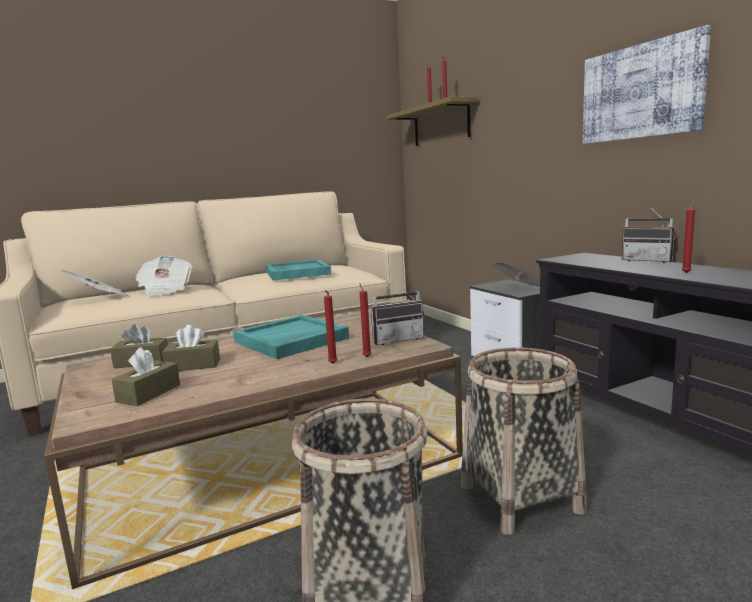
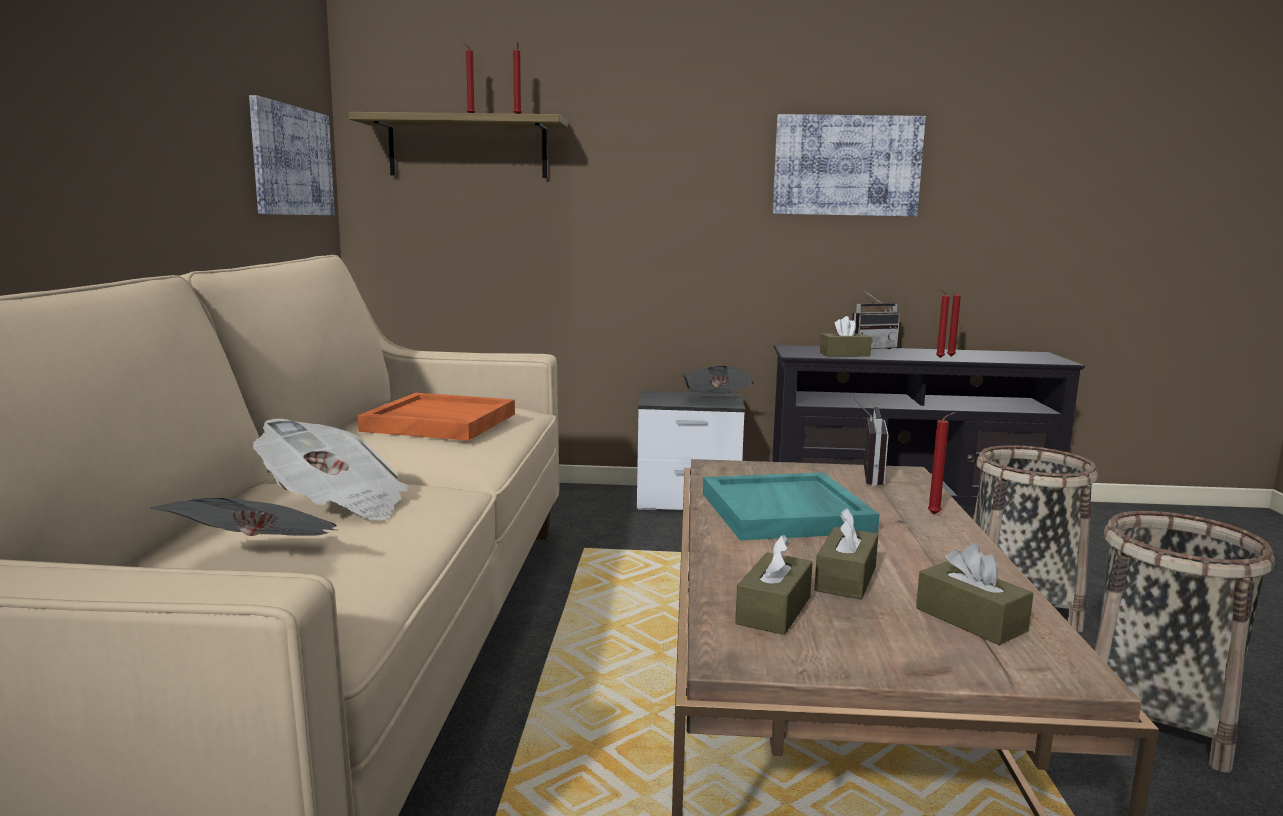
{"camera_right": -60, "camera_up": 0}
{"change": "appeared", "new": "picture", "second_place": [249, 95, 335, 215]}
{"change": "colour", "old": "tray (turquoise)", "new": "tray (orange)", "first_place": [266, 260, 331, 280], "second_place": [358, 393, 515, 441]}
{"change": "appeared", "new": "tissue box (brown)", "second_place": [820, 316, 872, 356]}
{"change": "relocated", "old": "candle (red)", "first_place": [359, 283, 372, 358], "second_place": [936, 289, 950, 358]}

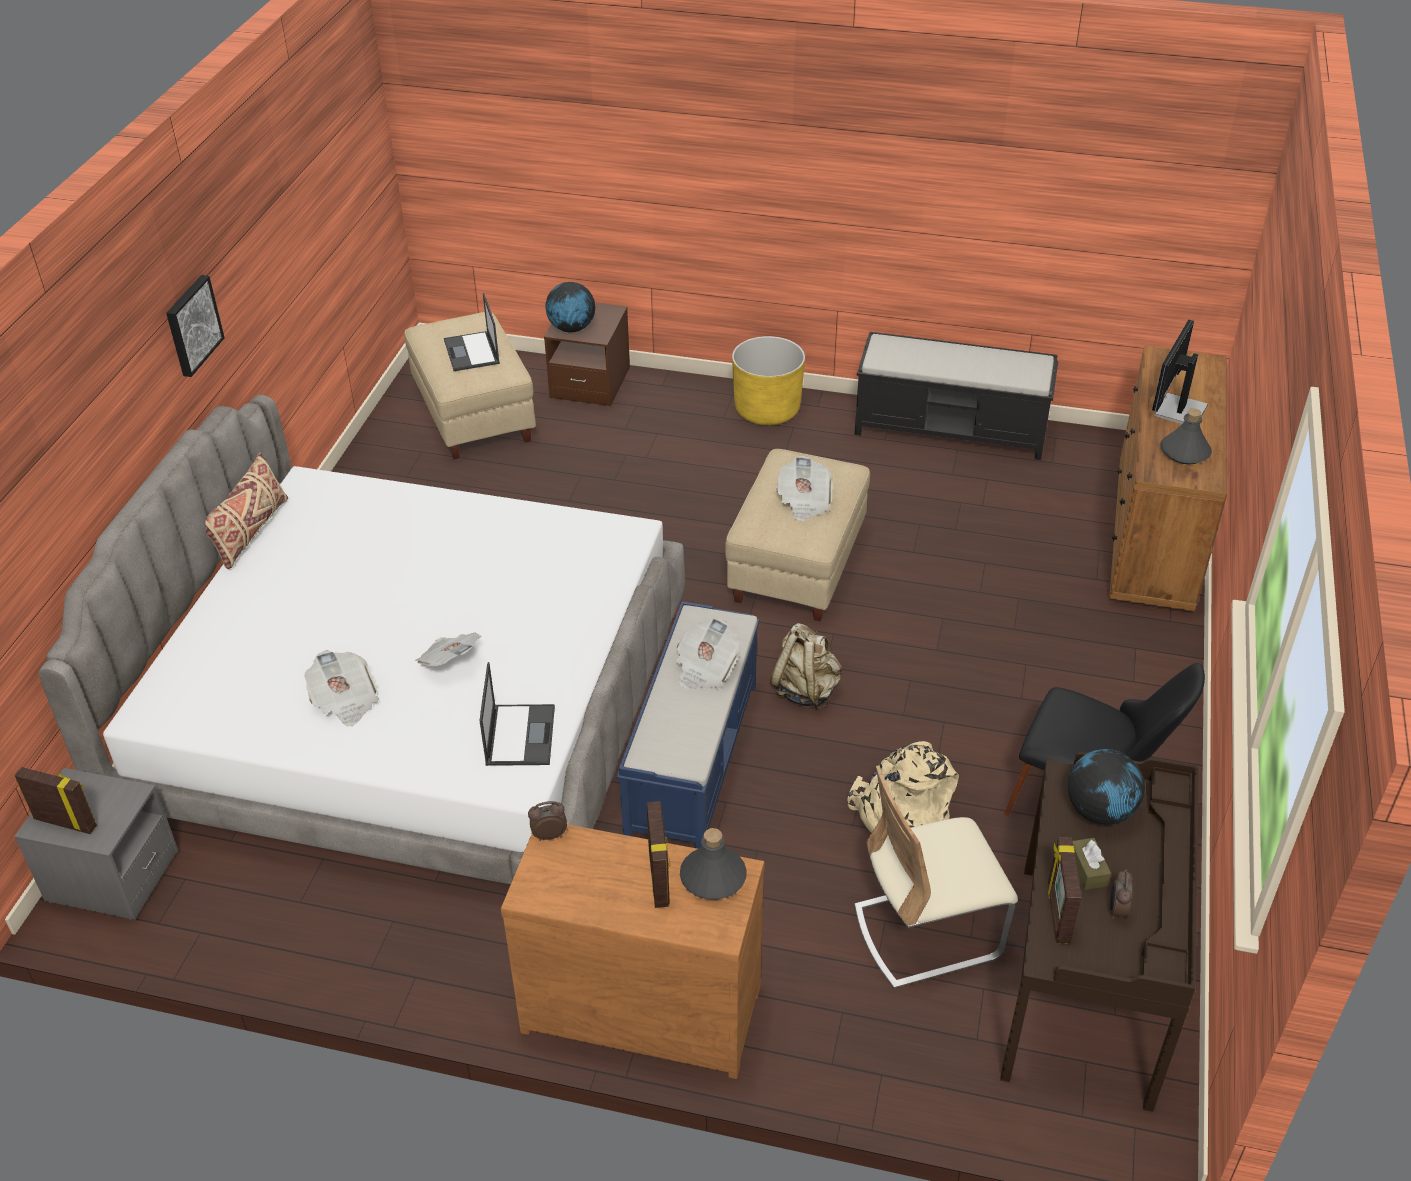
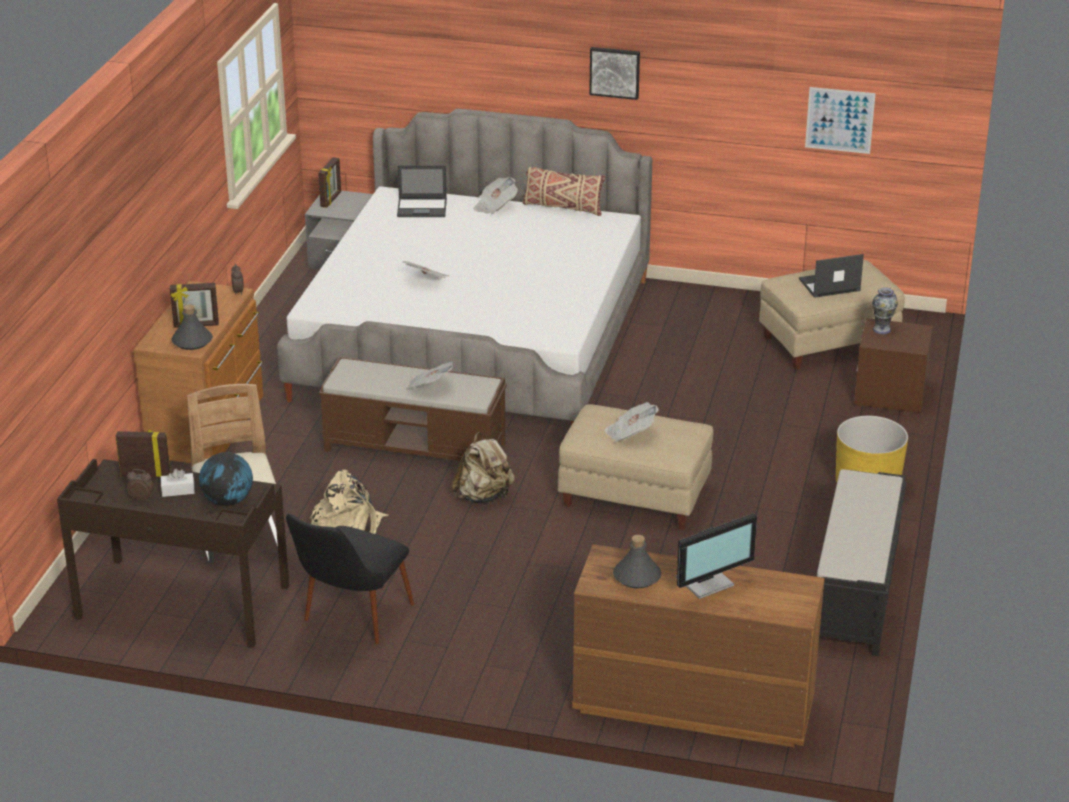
{"camera_right": 90, "camera_up": -10}
{"change": "colour", "old": "tissue box (brown)", "new": "tissue box (white)", "first_place": [1073, 838, 1111, 890], "second_place": [161, 469, 195, 497]}
{"change": "colour", "old": "bench (blue)", "new": "bench (brown)", "first_place": [617, 601, 759, 849], "second_place": [319, 357, 507, 461]}
{"change": "relocated", "old": "laptop", "first_place": [479, 662, 555, 766], "second_place": [397, 166, 447, 217]}
{"change": "relocated", "old": "newspaper", "first_place": [304, 650, 379, 726], "second_place": [473, 177, 518, 214]}
{"change": "spun", "old": "monitor", "first_place": [1152, 319, 1208, 424], "second_place": [676, 513, 757, 599], "degrees": 120}
{"change": "appeared", "new": "picture", "second_place": [805, 87, 876, 154]}
{"change": "exchanged", "old": "globe", "new": "vase", "first_place": [545, 282, 595, 332], "second_place": [872, 287, 898, 334]}

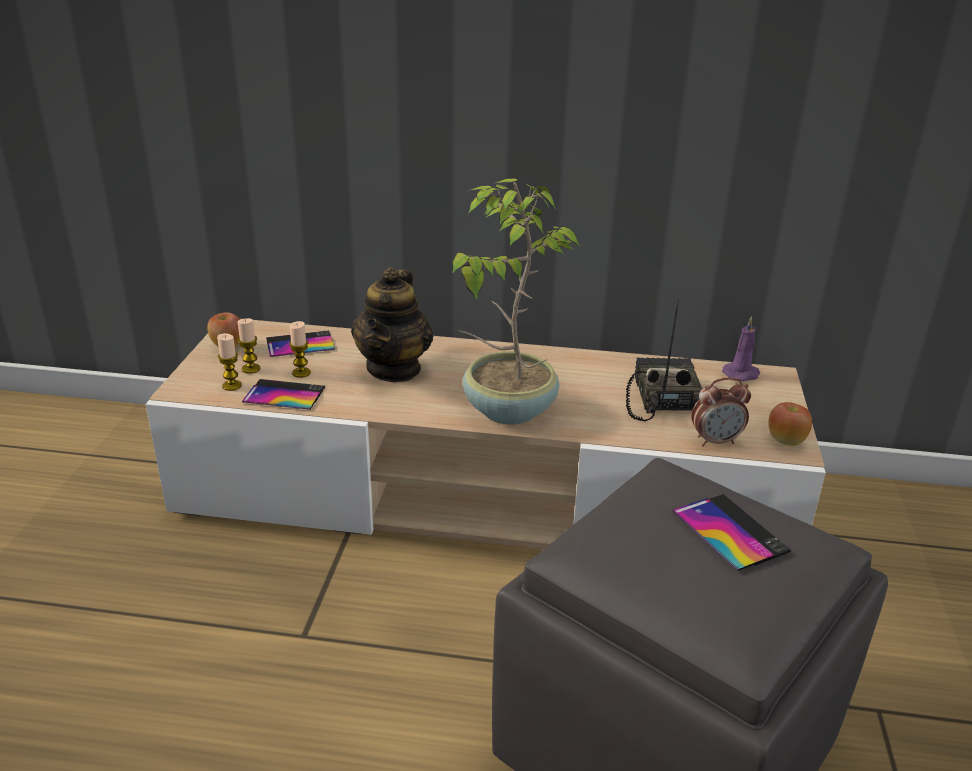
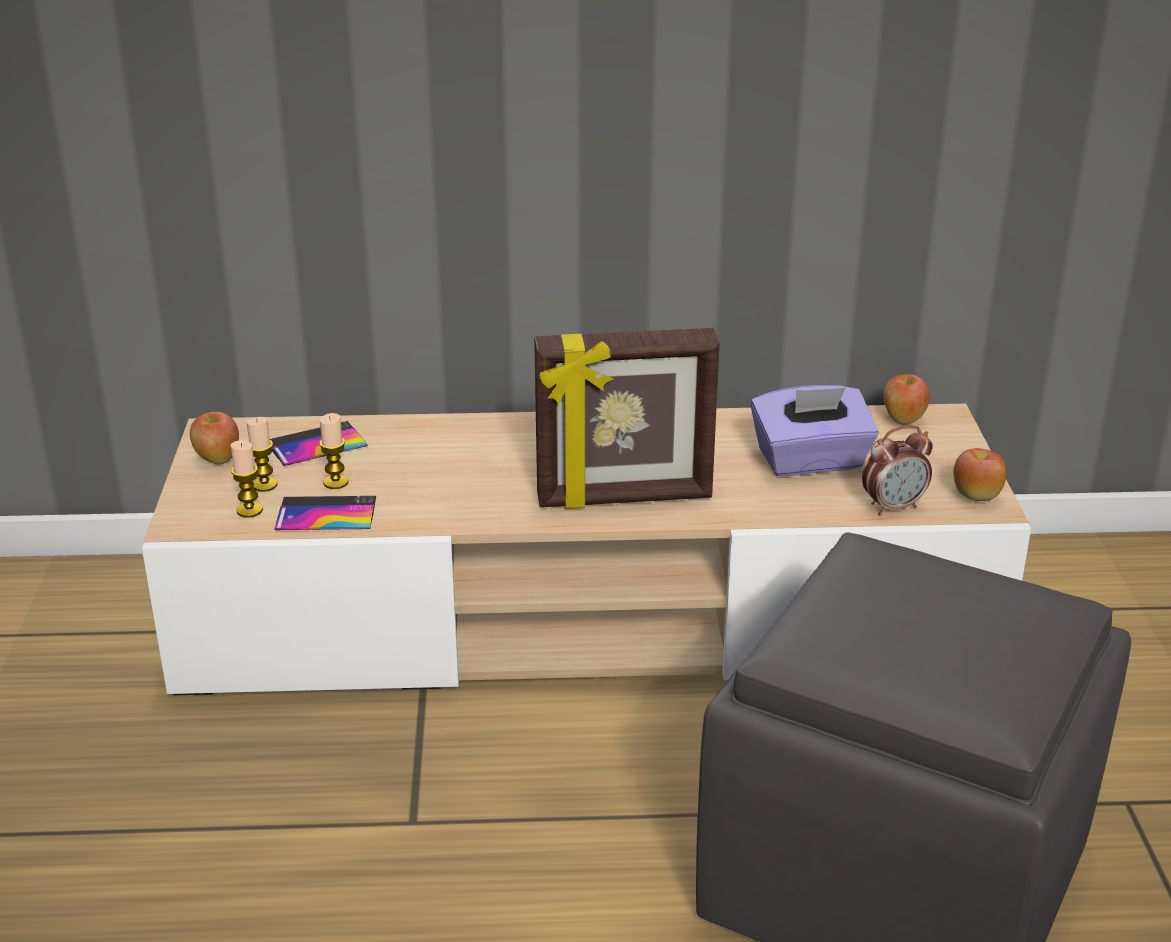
{"camera_right": -10, "camera_up": 0}
{"change": "exchanged", "old": "potted plant", "new": "picture frame", "first_place": [452, 178, 580, 425], "second_place": [534, 328, 720, 509]}
{"change": "exchanged", "old": "radio", "new": "tissue box (purple)", "first_place": [626, 299, 703, 421], "second_place": [751, 385, 878, 476]}
{"change": "exchanged", "old": "candle (purple)", "new": "apple", "first_place": [722, 316, 760, 381], "second_place": [884, 374, 930, 425]}
{"change": "missing", "old": "teapot", "first_place": [351, 267, 433, 382]}
{"change": "missing", "old": "phone", "first_place": [673, 494, 791, 571]}

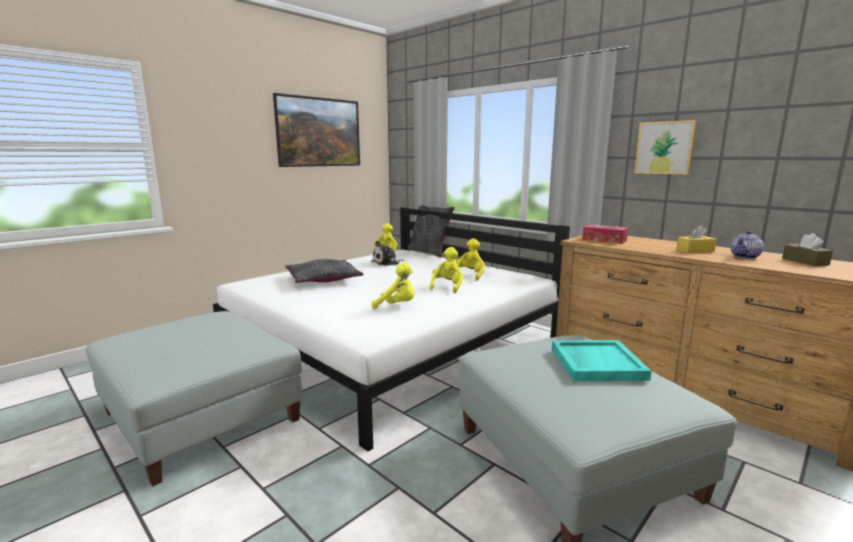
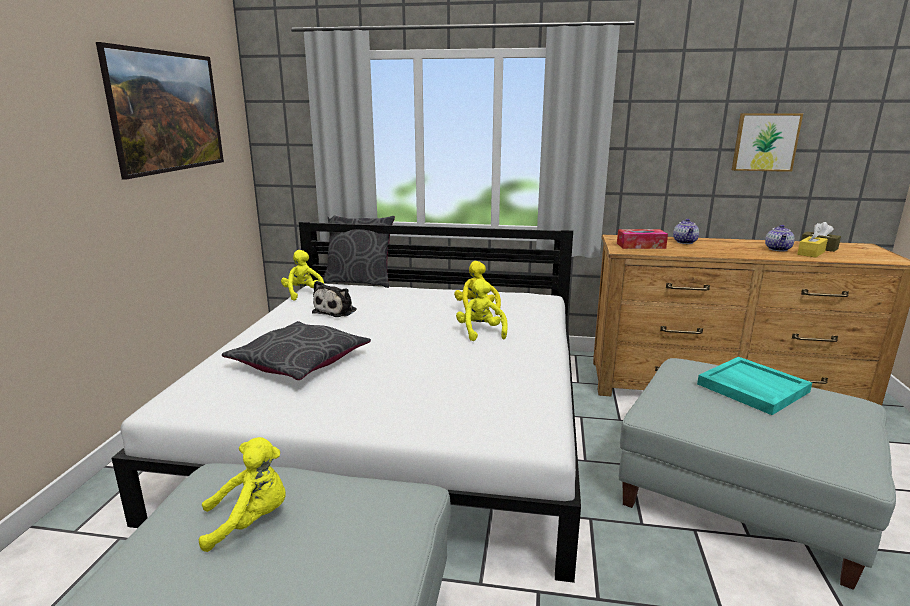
{"camera_right": -35, "camera_up": 5}
{"change": "relocated", "old": "plush toy (yellow)", "first_place": [372, 263, 414, 309], "second_place": [199, 437, 286, 552]}
{"change": "appeared", "new": "teapot", "second_place": [673, 219, 699, 244]}
{"change": "relocated", "old": "picture", "first_place": [634, 120, 697, 175], "second_place": [732, 113, 803, 172]}
{"change": "relocated", "old": "tissue box (yellow)", "first_place": [676, 225, 717, 253], "second_place": [797, 227, 828, 258]}

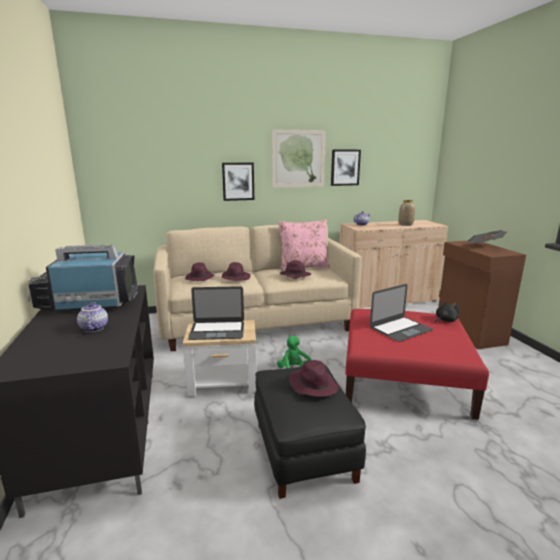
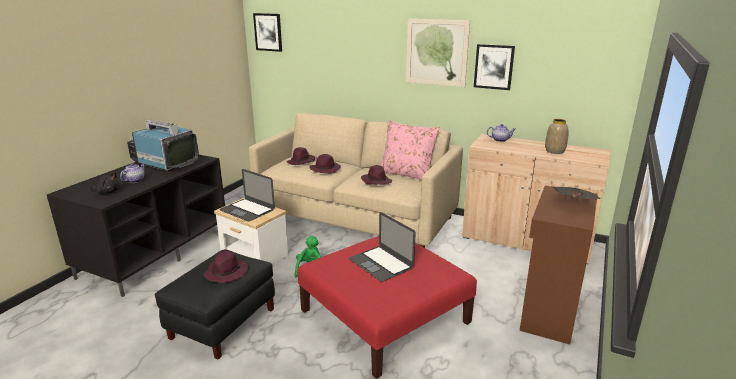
{"camera_right": 40, "camera_up": 5}
{"change": "relocated", "old": "plush toy (black)", "first_place": [435, 300, 459, 322], "second_place": [91, 172, 120, 194]}
{"change": "relocated", "old": "picture", "first_place": [222, 163, 254, 201], "second_place": [253, 13, 282, 52]}
{"change": "spun", "old": "laptop", "first_place": [370, 284, 433, 342], "second_place": [349, 212, 416, 282], "degrees": 45}

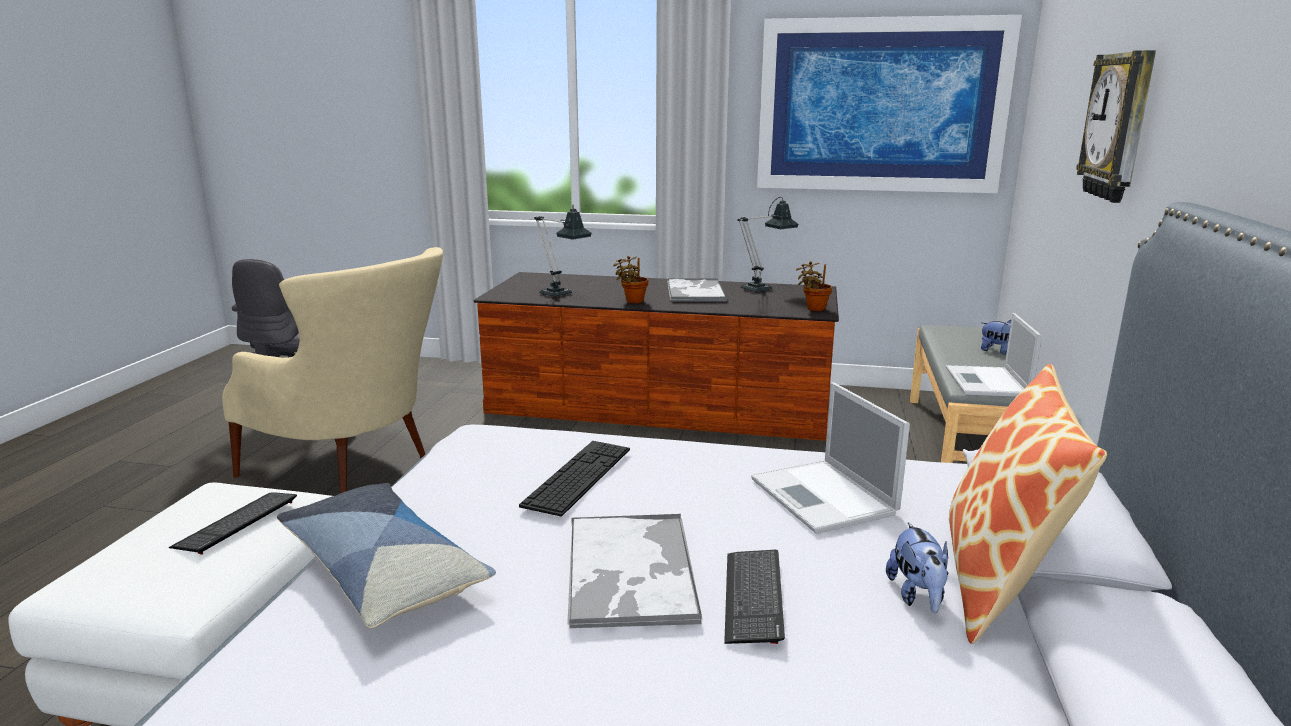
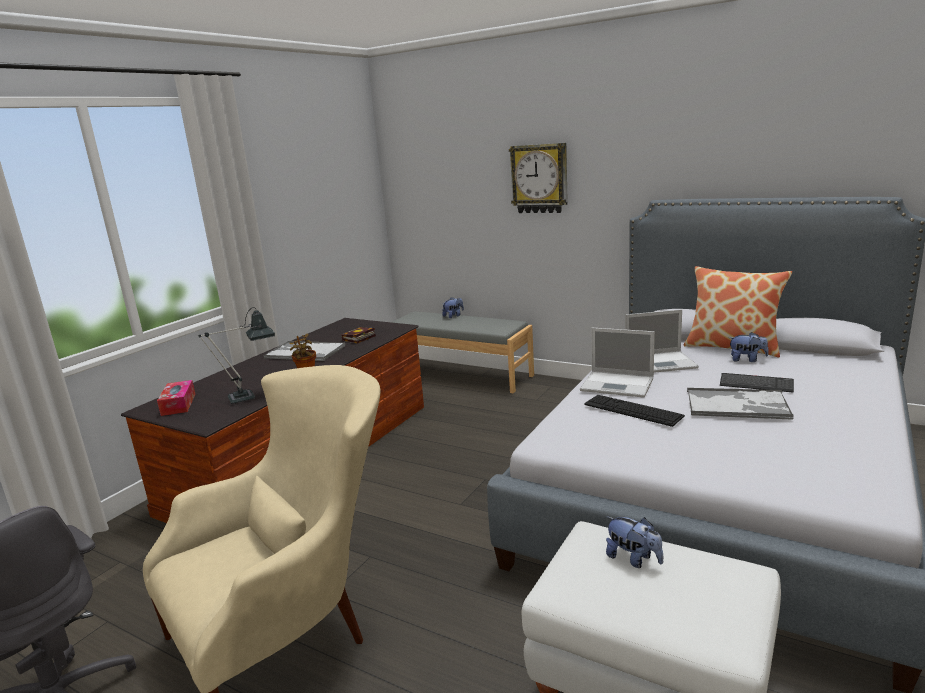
{"camera_right": -70, "camera_up": 0}
{"change": "appeared", "new": "tissue box", "second_place": [157, 380, 195, 416]}
{"change": "appeared", "new": "book", "second_place": [341, 327, 376, 344]}
{"change": "relocated", "old": "laptop", "first_place": [946, 313, 1042, 397], "second_place": [580, 328, 655, 398]}
{"change": "exchanged", "old": "keyboard", "new": "plush toy", "first_place": [169, 492, 297, 555], "second_place": [606, 517, 663, 568]}
{"change": "missing", "old": "pillow", "first_place": [277, 483, 496, 628]}
{"change": "missing", "old": "table lamp", "first_place": [737, 197, 798, 293]}
{"change": "missing", "old": "picture", "first_place": [757, 15, 1022, 193]}
{"change": "missing", "old": "potted plant", "first_place": [796, 261, 832, 311]}

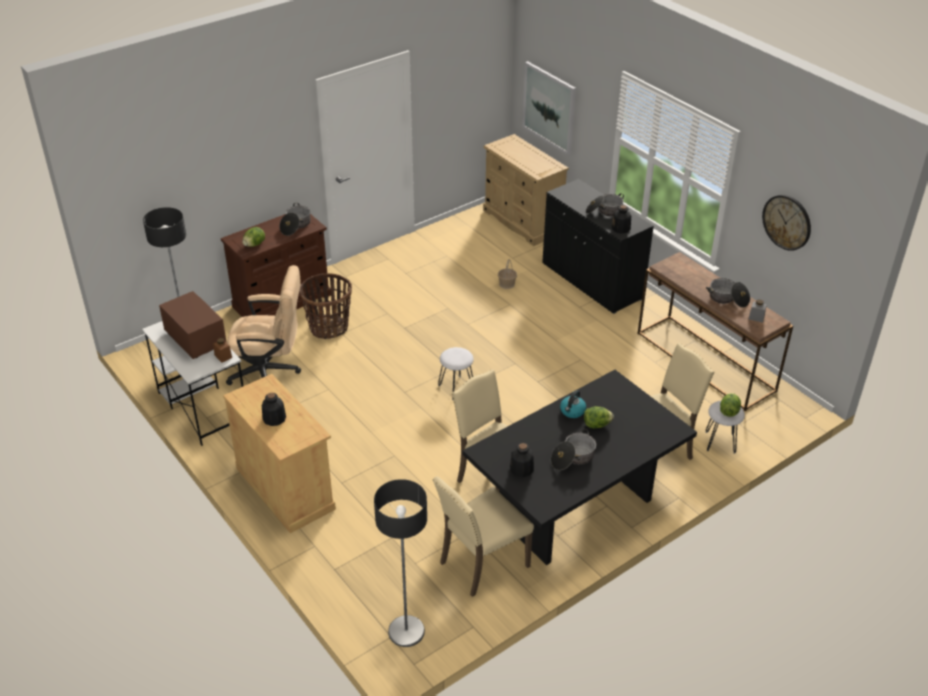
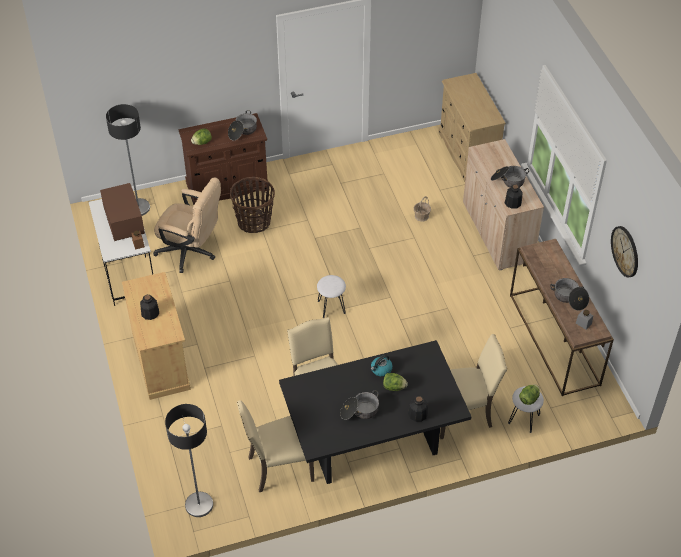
{"camera_right": 20, "camera_up": 10}
{"change": "relocated", "old": "bottle", "first_place": [510, 443, 534, 478], "second_place": [408, 396, 428, 422]}
{"change": "colour", "old": "cabinet (black)", "new": "cabinet (beige)", "first_place": [542, 179, 654, 314], "second_place": [463, 139, 544, 270]}
{"change": "missing", "old": "picture", "first_place": [522, 61, 576, 155]}

